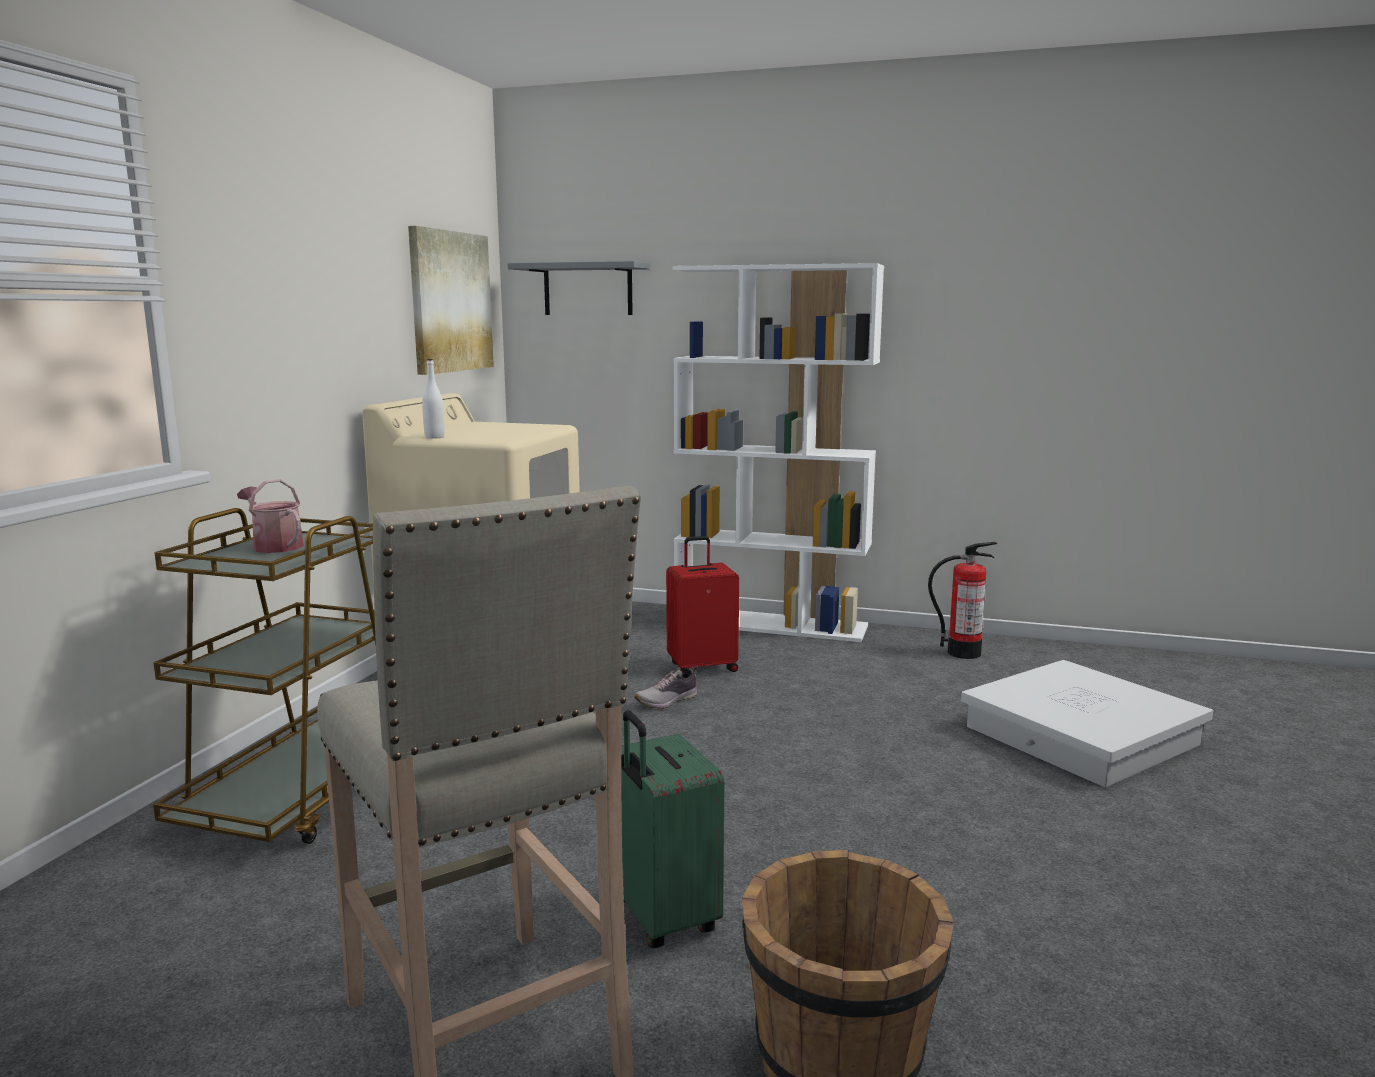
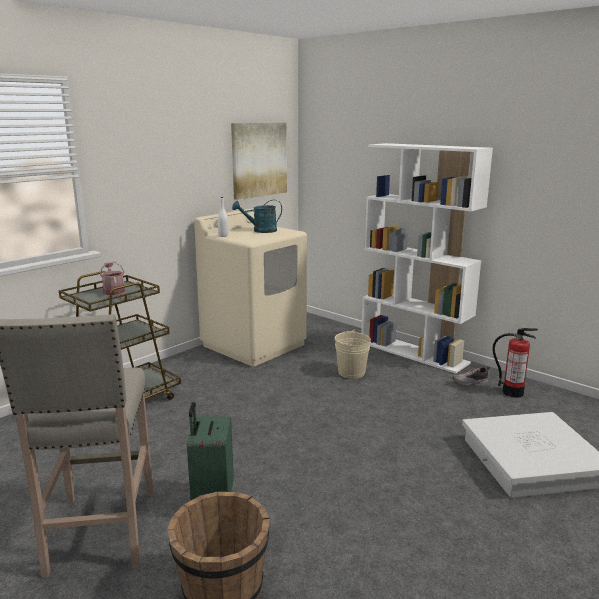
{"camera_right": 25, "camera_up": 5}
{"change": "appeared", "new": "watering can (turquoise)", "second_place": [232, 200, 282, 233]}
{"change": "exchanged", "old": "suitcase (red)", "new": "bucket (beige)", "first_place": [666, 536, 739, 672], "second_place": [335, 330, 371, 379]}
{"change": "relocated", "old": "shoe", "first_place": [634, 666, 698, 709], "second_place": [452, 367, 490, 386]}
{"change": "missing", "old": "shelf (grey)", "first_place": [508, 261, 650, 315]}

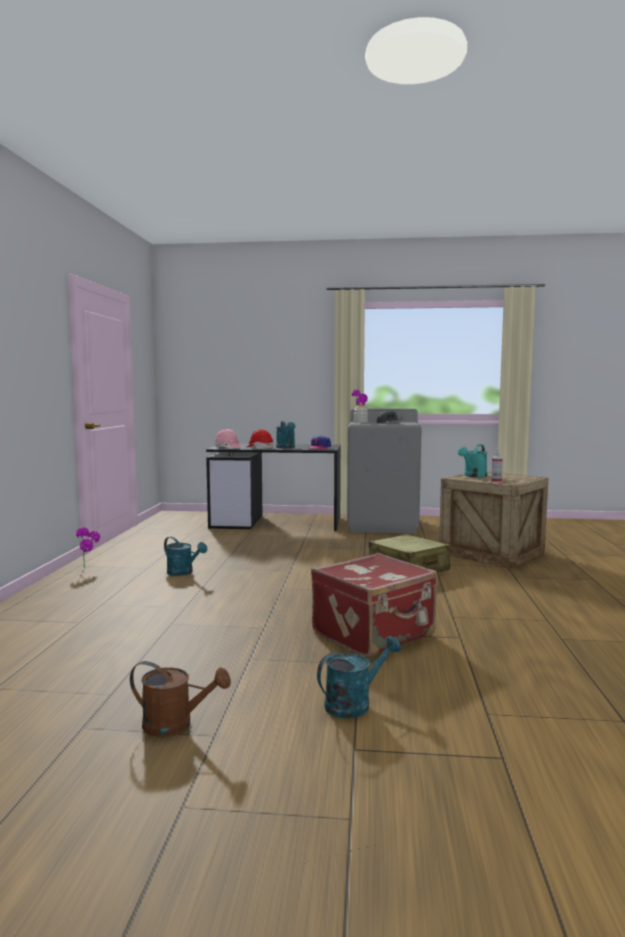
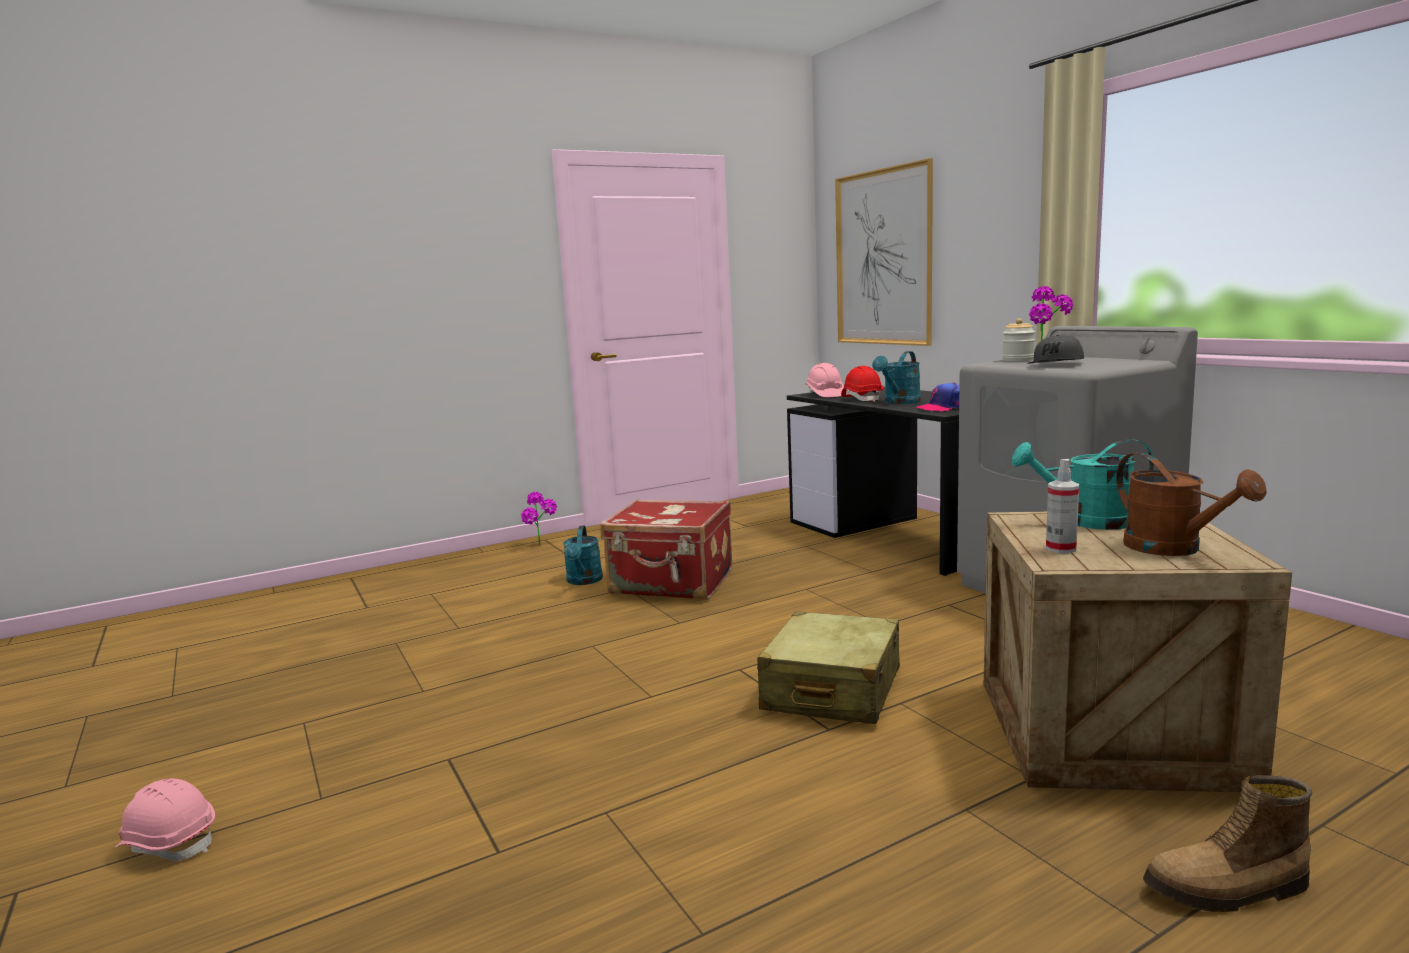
{"camera_right": 55, "camera_up": 5}
{"change": "exchanged", "old": "watering can (turquoise)", "new": "hard hat (pink)", "first_place": [317, 636, 401, 718], "second_place": [115, 778, 215, 861]}
{"change": "relocated", "old": "suitcase (red)", "first_place": [311, 553, 438, 657], "second_place": [600, 499, 732, 600]}
{"change": "appeared", "new": "picture", "second_place": [835, 158, 933, 346]}
{"change": "relocated", "old": "watering can (brown)", "first_place": [130, 661, 231, 737], "second_place": [1116, 452, 1267, 556]}
{"change": "appeared", "new": "boot", "second_place": [1143, 775, 1312, 912]}

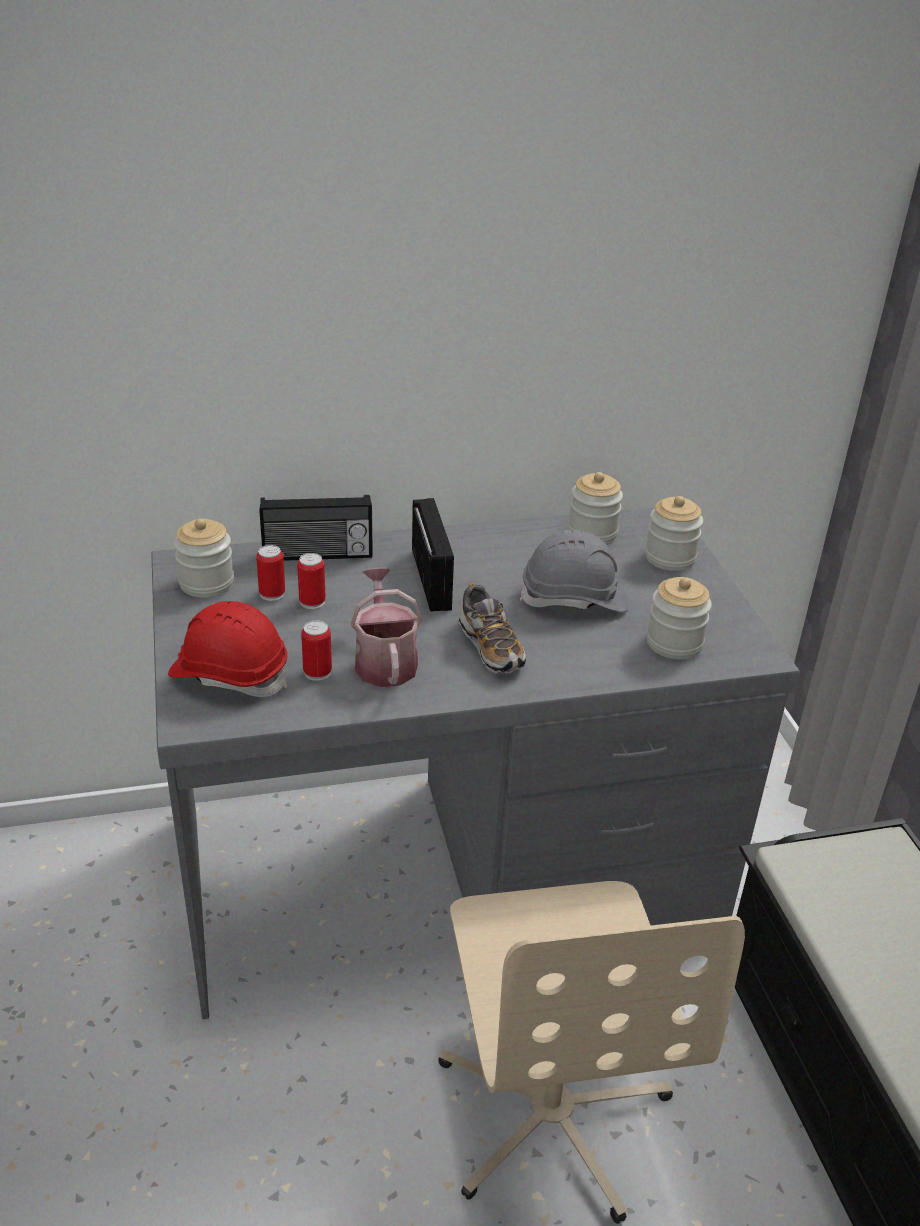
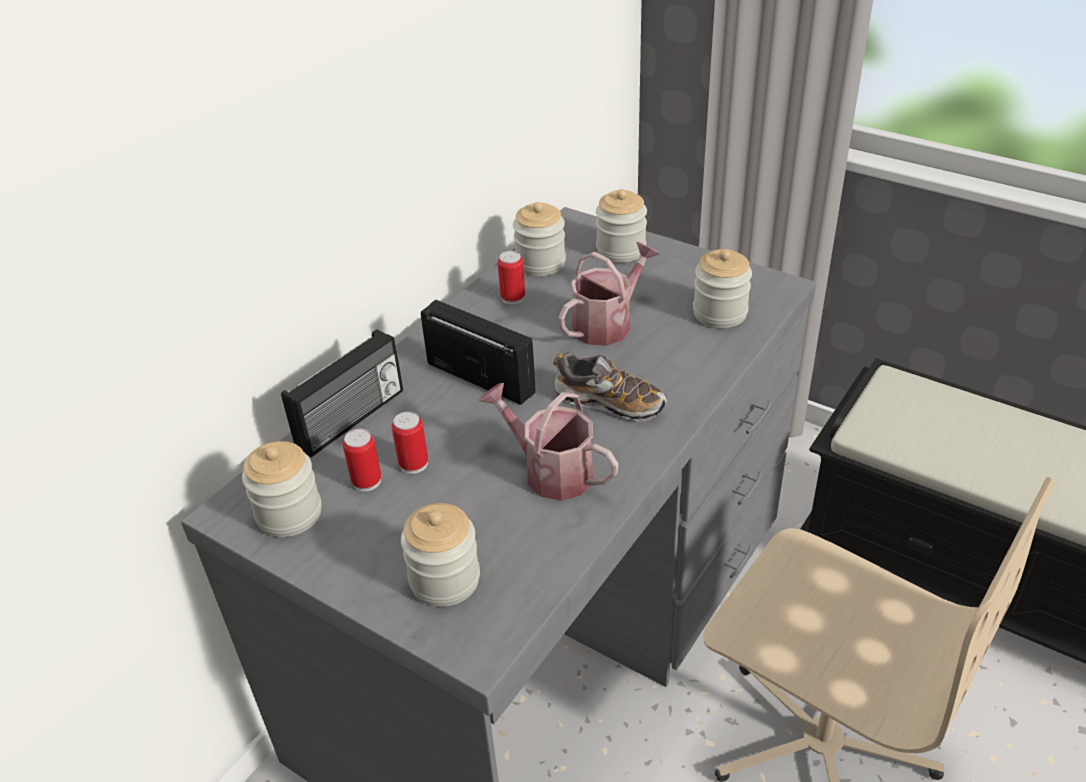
{"camera_right": -40, "camera_up": 5}
{"change": "exchanged", "old": "hard hat (red)", "new": "jar", "first_place": [168, 601, 288, 697], "second_place": [401, 503, 480, 607]}
{"change": "relocated", "old": "can", "first_place": [301, 620, 332, 681], "second_place": [498, 251, 525, 305]}
{"change": "exchanged", "old": "hard hat (grey)", "new": "watering can", "first_place": [520, 530, 629, 612], "second_place": [558, 242, 659, 346]}

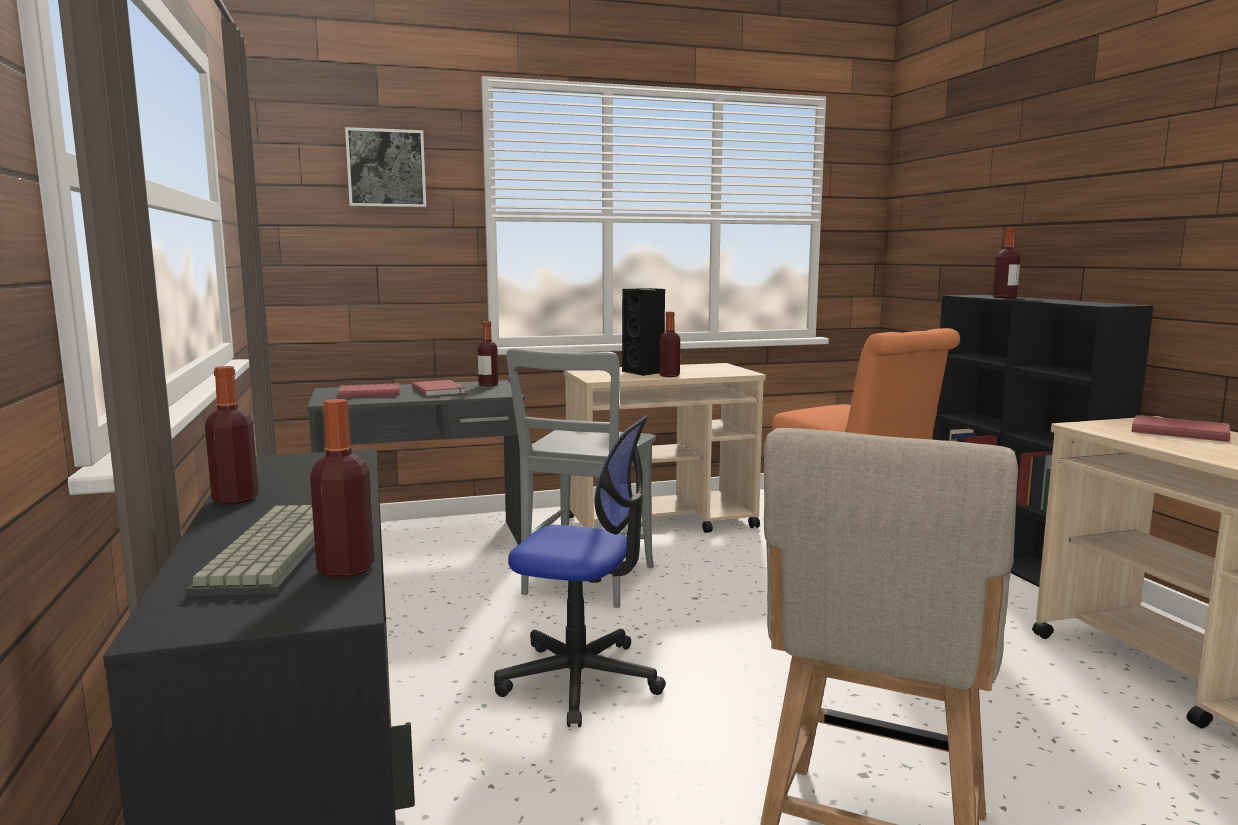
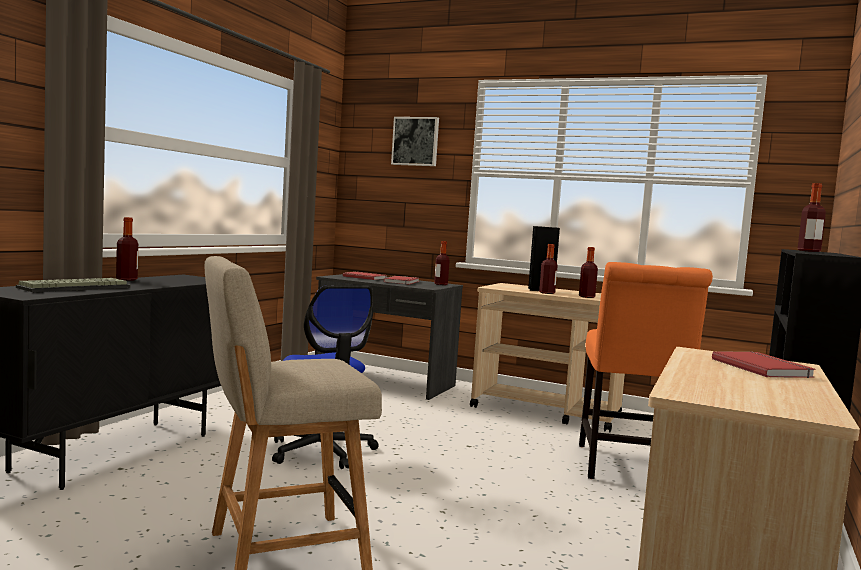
{"camera_right": 40, "camera_up": -5}
{"change": "relocated", "old": "bottle", "first_place": [310, 399, 375, 578], "second_place": [579, 247, 598, 298]}
{"change": "missing", "old": "chair (grey)", "first_place": [506, 348, 656, 608]}

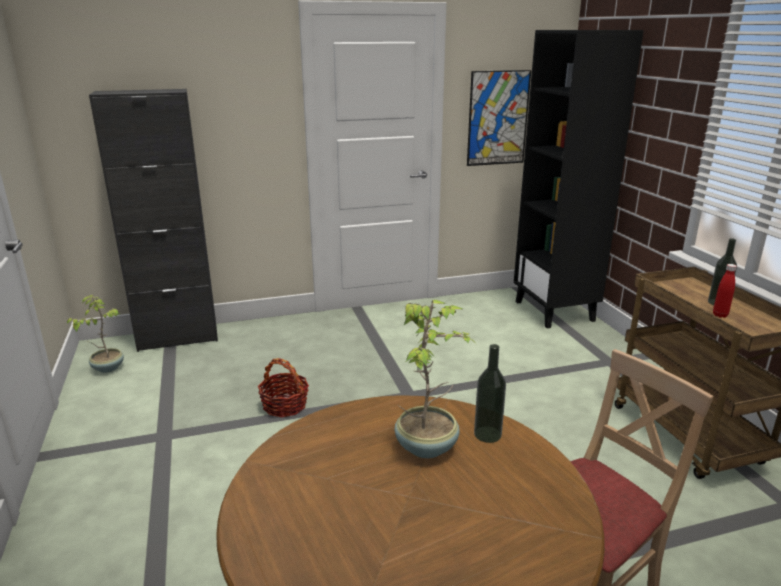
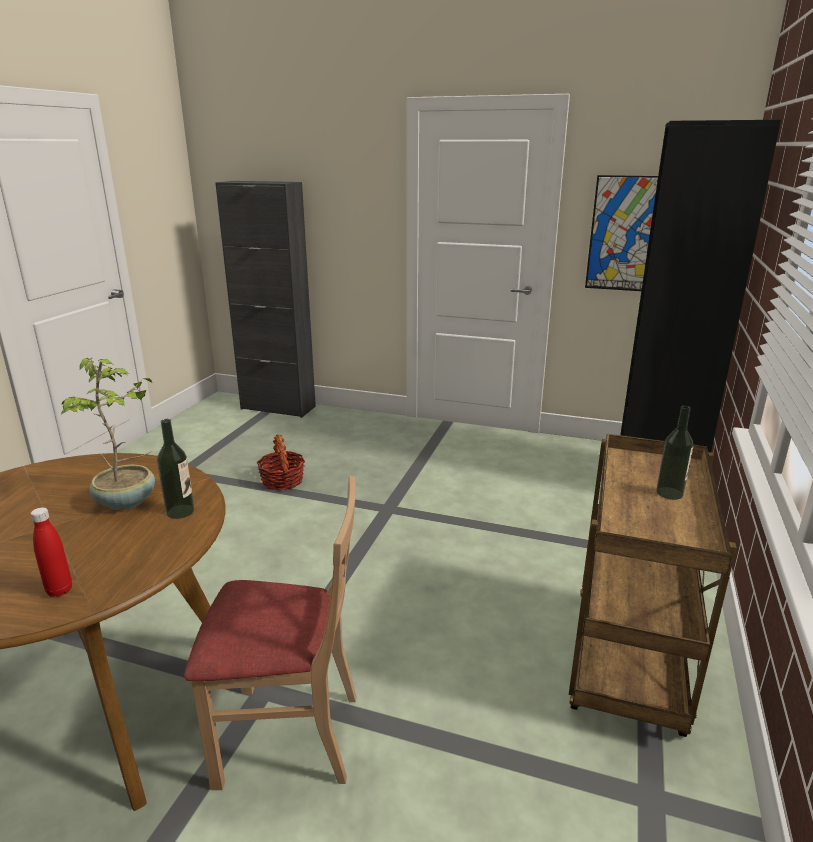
{"camera_right": 35, "camera_up": 0}
{"change": "relocated", "old": "bottle (red)", "first_place": [713, 264, 737, 318], "second_place": [30, 507, 72, 597]}
{"change": "missing", "old": "potted plant", "first_place": [67, 295, 124, 373]}

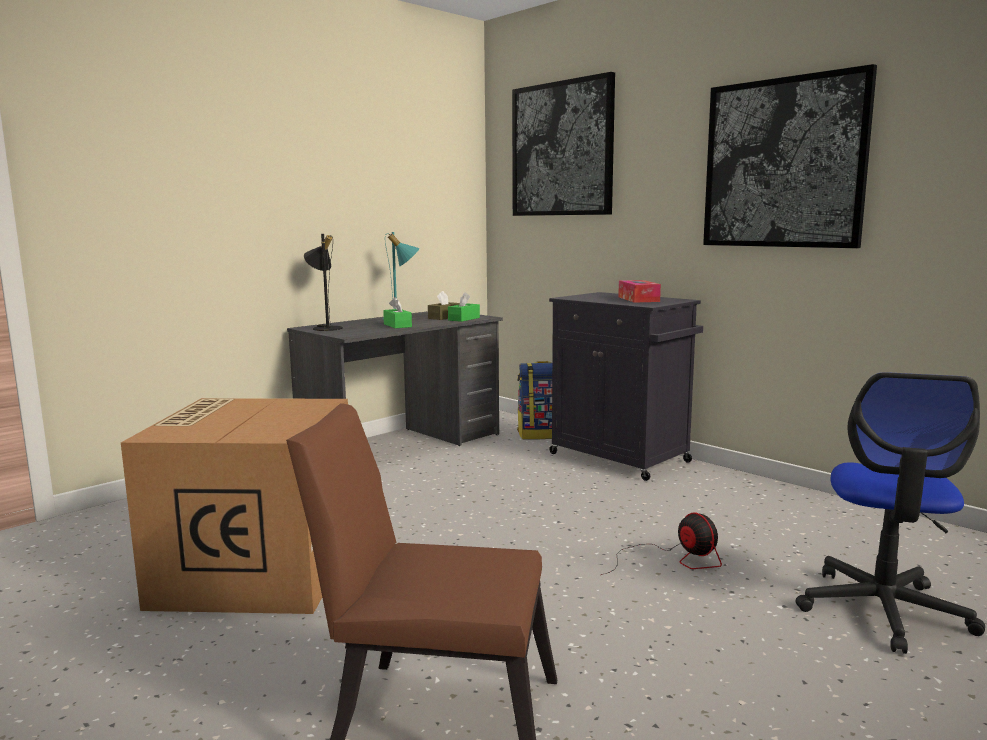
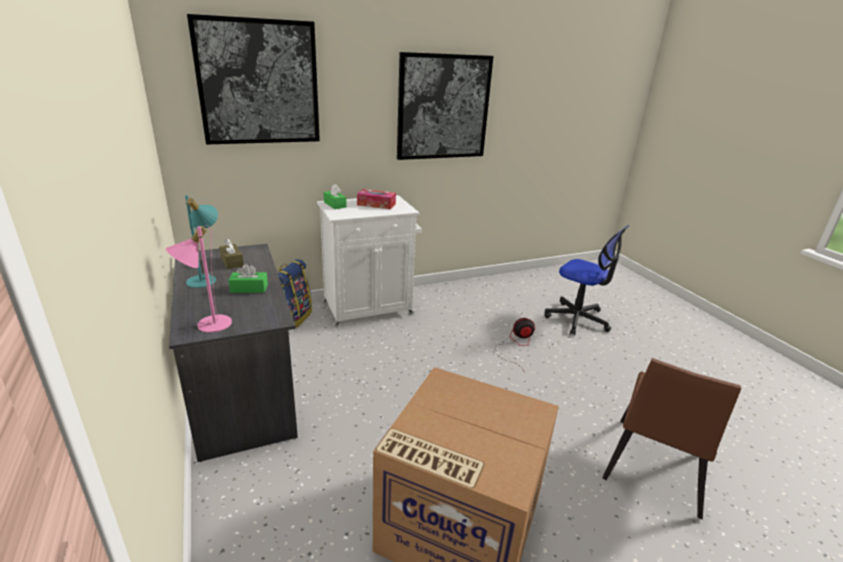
{"camera_right": -70, "camera_up": 15}
{"change": "colour", "old": "table lamp (black)", "new": "table lamp (pink)", "first_place": [304, 234, 343, 331], "second_place": [166, 225, 232, 332]}
{"change": "colour", "old": "cabinet (black)", "new": "cabinet (white)", "first_place": [549, 292, 703, 481], "second_place": [317, 195, 422, 328]}
{"change": "relocated", "old": "tissue box (green)", "first_place": [448, 292, 480, 322], "second_place": [324, 184, 347, 209]}

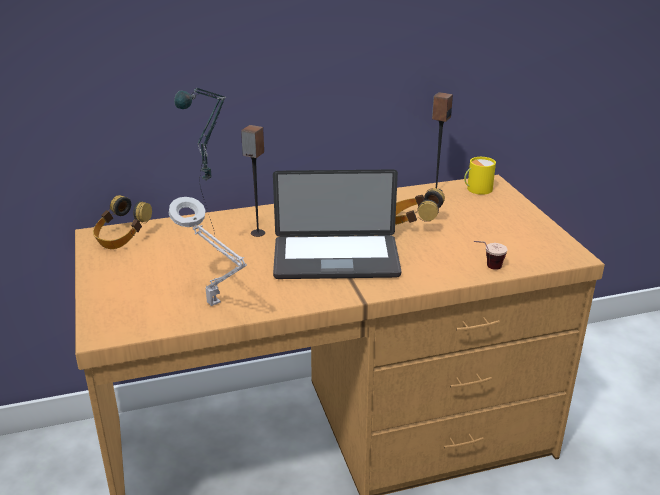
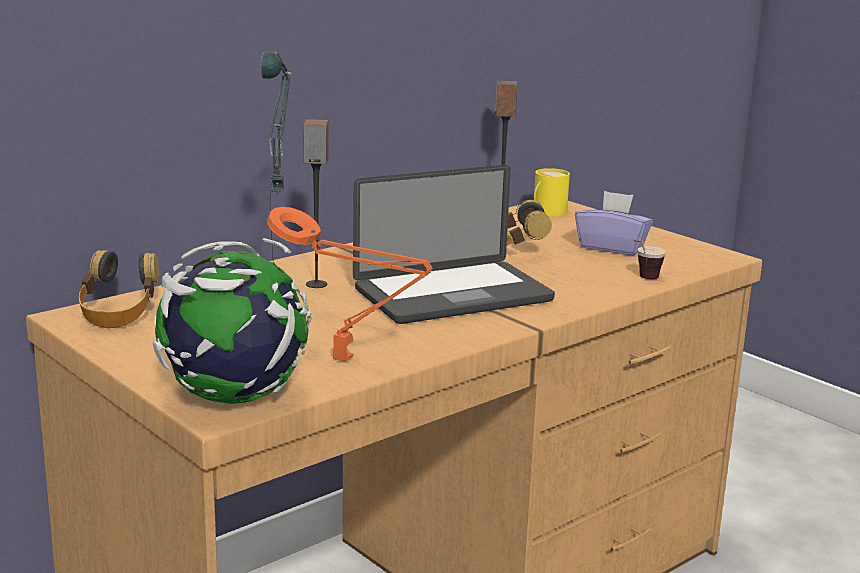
{"camera_right": -25, "camera_up": -10}
{"change": "appeared", "new": "globe", "second_place": [152, 238, 311, 404]}
{"change": "colour", "old": "table lamp (grey)", "new": "table lamp (orange)", "first_place": [169, 197, 247, 306], "second_place": [267, 207, 433, 362]}
{"change": "appeared", "new": "tissue box (purple)", "second_place": [575, 191, 653, 255]}

